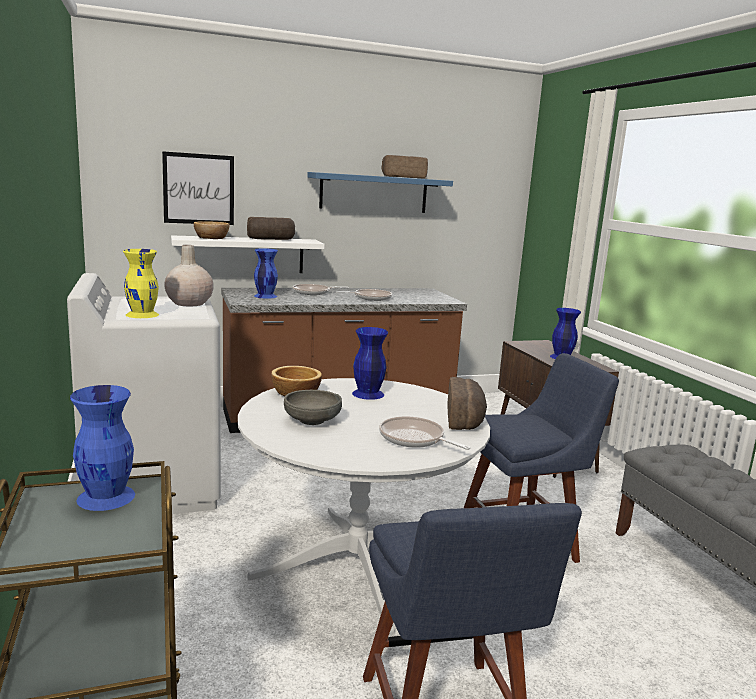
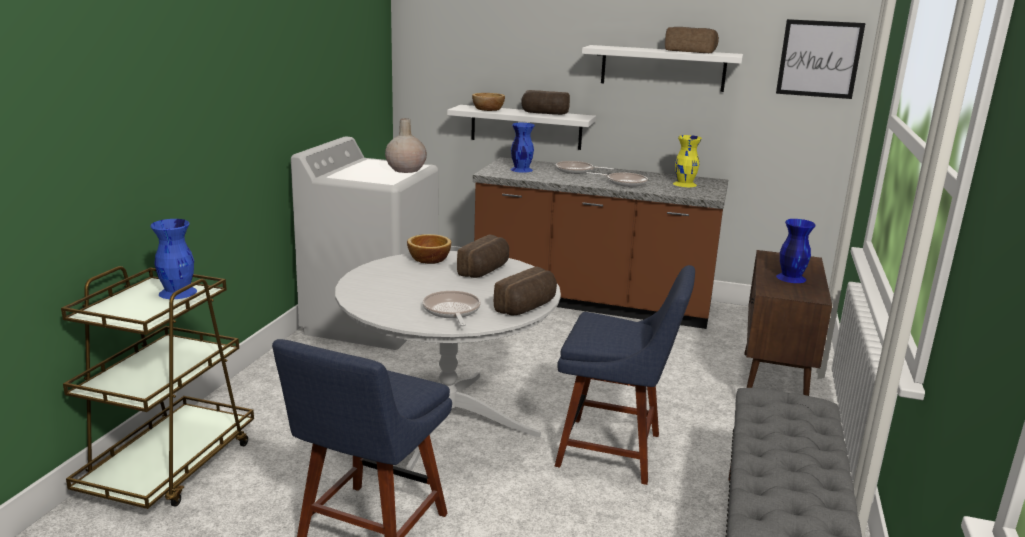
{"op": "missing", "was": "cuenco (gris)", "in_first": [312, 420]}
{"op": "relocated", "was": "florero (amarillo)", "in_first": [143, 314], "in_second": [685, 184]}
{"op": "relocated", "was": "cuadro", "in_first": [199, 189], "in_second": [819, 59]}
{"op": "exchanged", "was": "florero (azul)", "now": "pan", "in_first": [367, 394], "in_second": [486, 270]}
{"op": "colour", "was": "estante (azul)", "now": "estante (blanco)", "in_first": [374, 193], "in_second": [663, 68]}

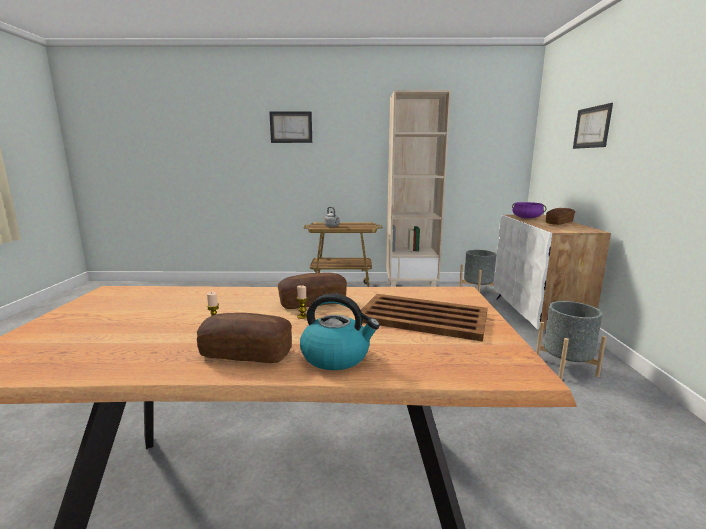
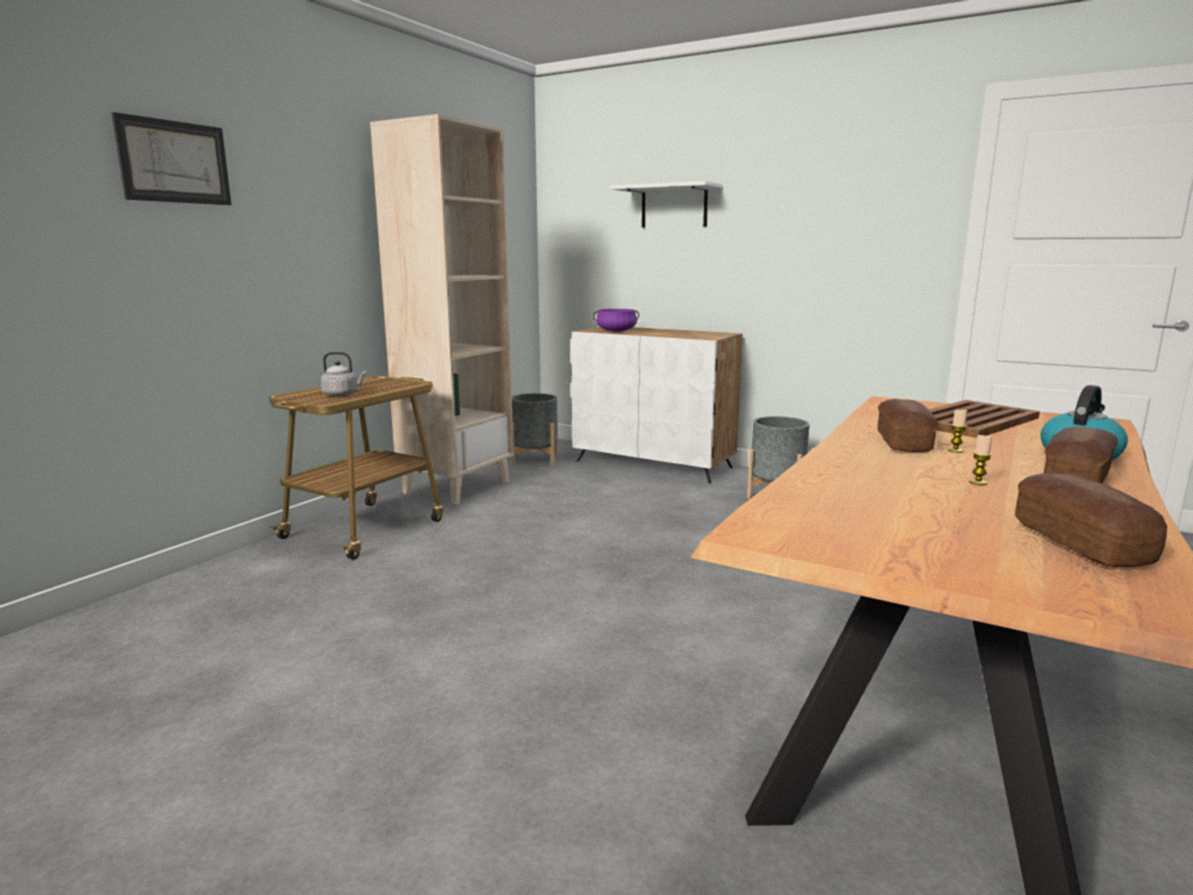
{"op": "relocated", "was": "pan", "in_first": [559, 223], "in_second": [1080, 543]}
{"op": "exchanged", "was": "cuadro", "now": "estante (blanco)", "in_first": [592, 127], "in_second": [674, 206]}

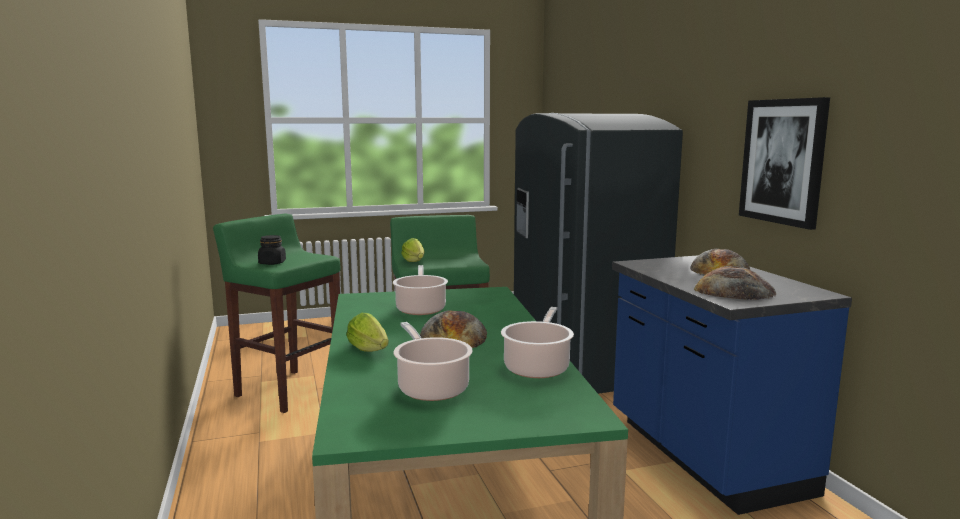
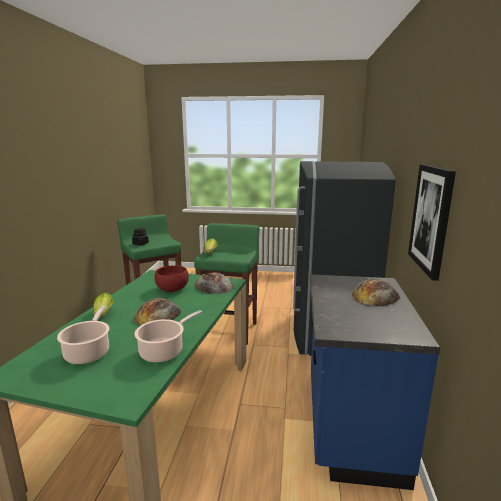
{"op": "relocated", "was": "pan", "in_first": [734, 290], "in_second": [214, 286]}
{"op": "exchanged", "was": "olla", "now": "cuenco (rojo)", "in_first": [421, 308], "in_second": [172, 289]}

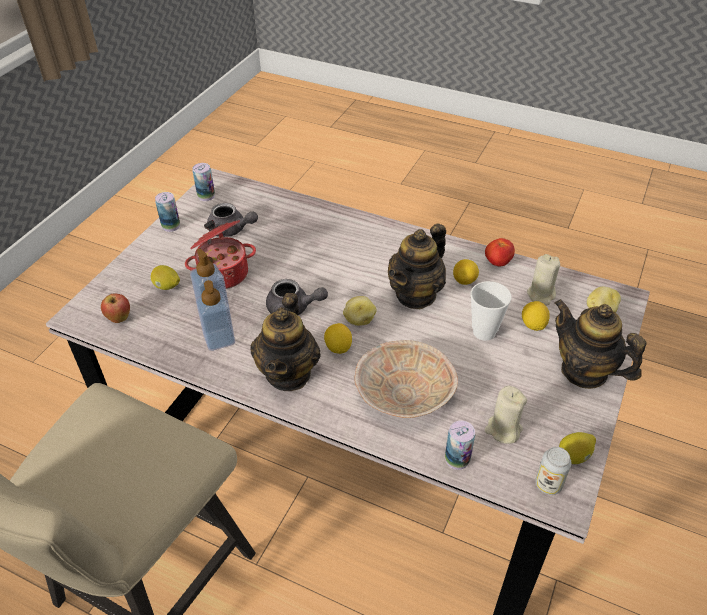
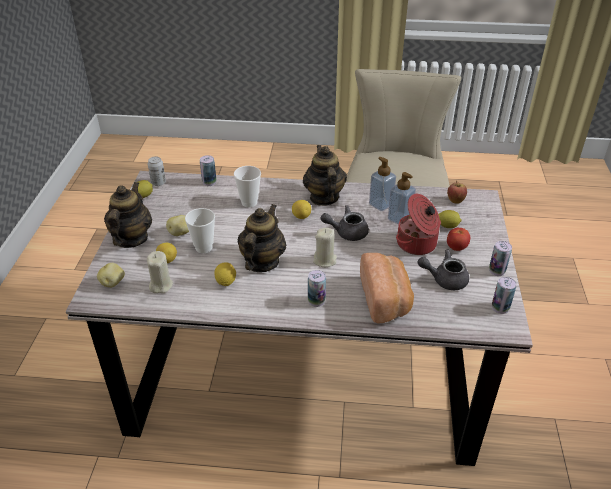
{"op": "appeared", "now": "lata", "in_second": [316, 301]}
{"op": "appeared", "now": "pan", "in_second": [386, 299]}
{"op": "relocated", "was": "patata", "in_first": [359, 320], "in_second": [180, 233]}
{"op": "relocated", "was": "tomate", "in_first": [497, 262], "in_second": [456, 247]}
{"op": "relocated", "was": "vela (beis)", "in_first": [503, 430], "in_second": [325, 260]}
{"op": "exchanged", "was": "cuenco (beis)", "now": "taza", "in_first": [403, 394], "in_second": [249, 202]}
{"op": "spun", "was": "tetera", "in_first": [584, 371], "in_second": [131, 239], "clockwise": -105}

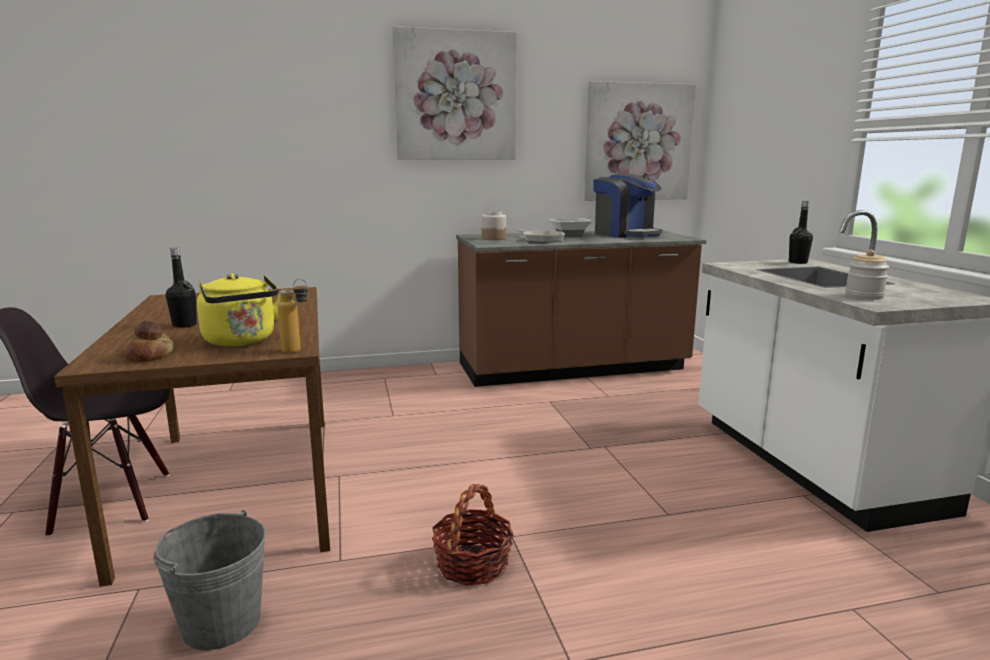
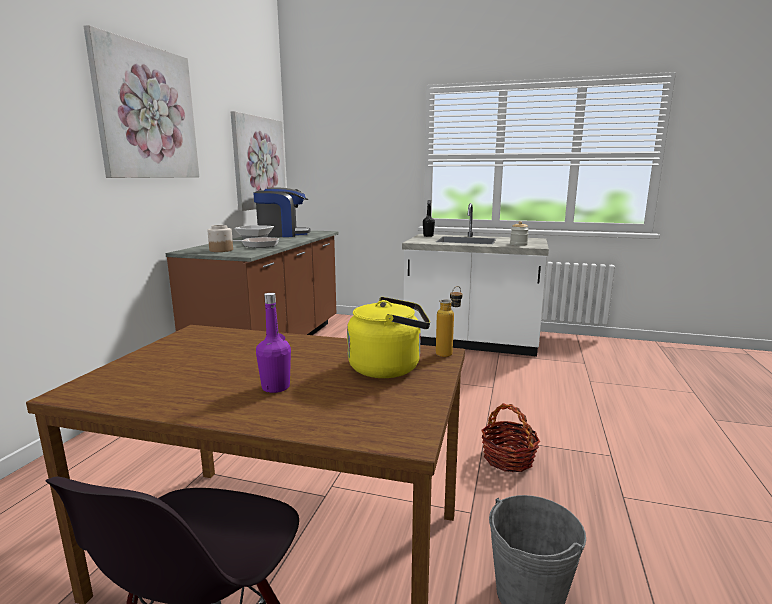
{"op": "missing", "was": "pan", "in_first": [149, 356]}
{"op": "colour", "was": "botella (negro)", "now": "botella (morado)", "in_first": [184, 325], "in_second": [275, 387]}

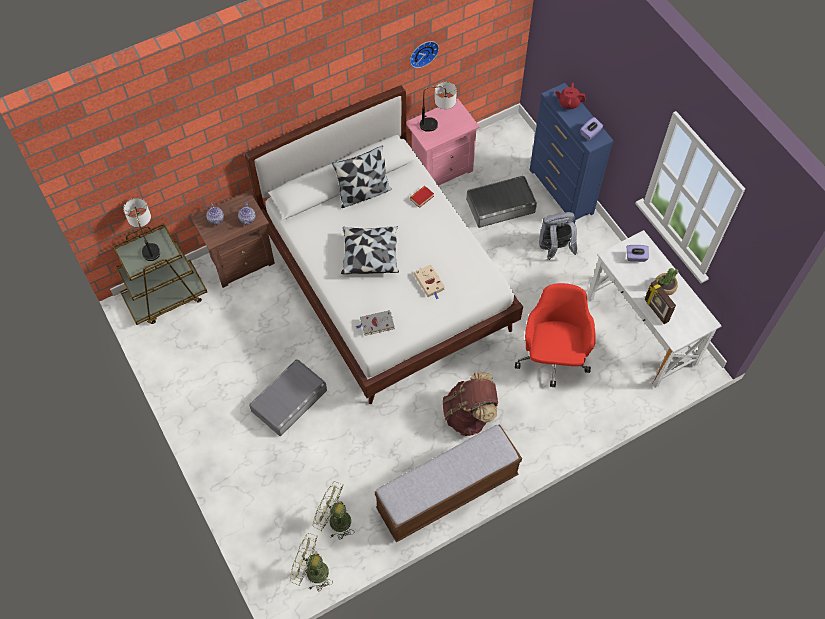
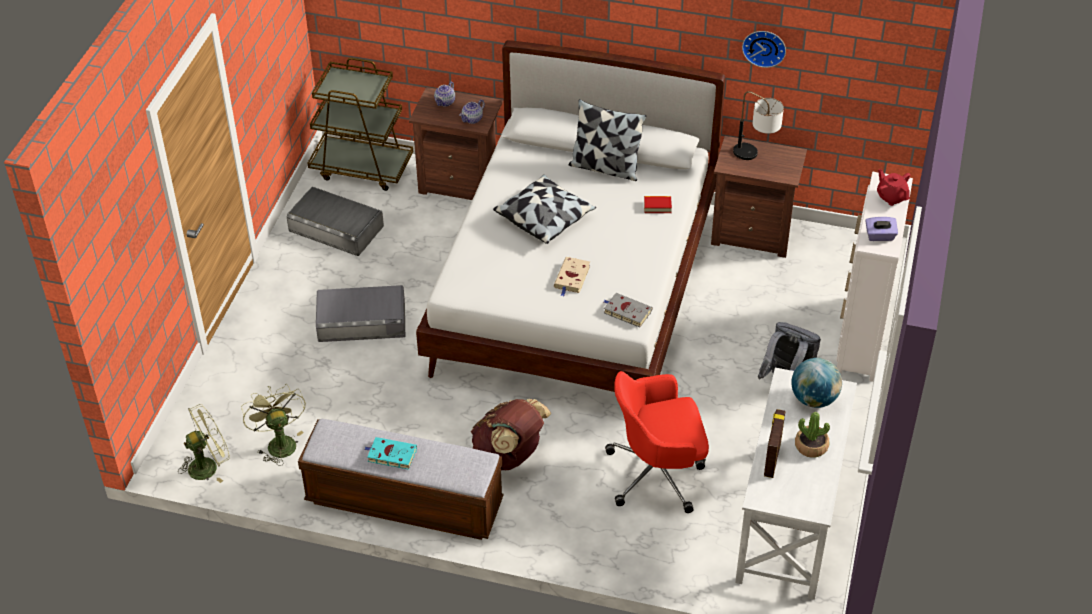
{"op": "missing", "was": "lámpara de mesa", "in_first": [149, 244]}
{"op": "appeared", "now": "libro (turquesa)", "in_second": [390, 455]}
{"op": "relocated", "was": "libro (gris)", "in_first": [376, 324], "in_second": [626, 311]}
{"op": "relocated", "was": "caja de almacenaje (gris)", "in_first": [500, 206], "in_second": [336, 228]}
{"op": "exchanged", "was": "caja de pañuelos (morado)", "now": "globo terráqueo", "in_first": [636, 257], "in_second": [814, 399]}
{"op": "colour", "was": "mesita de noche (rosa)", "now": "mesita de noche (marrón)", "in_first": [440, 169], "in_second": [753, 234]}
{"op": "colour", "was": "cómoda (azul)", "now": "cómoda (blanco)", "in_first": [561, 192], "in_second": [862, 338]}
{"op": "spun", "was": "ventilador (verde)", "in_first": [312, 571], "in_second": [208, 465], "clockwise": 90}
{"op": "spun", "was": "silla de oficina (rojo)", "in_first": [552, 358], "in_second": [658, 473], "clockwise": -150}

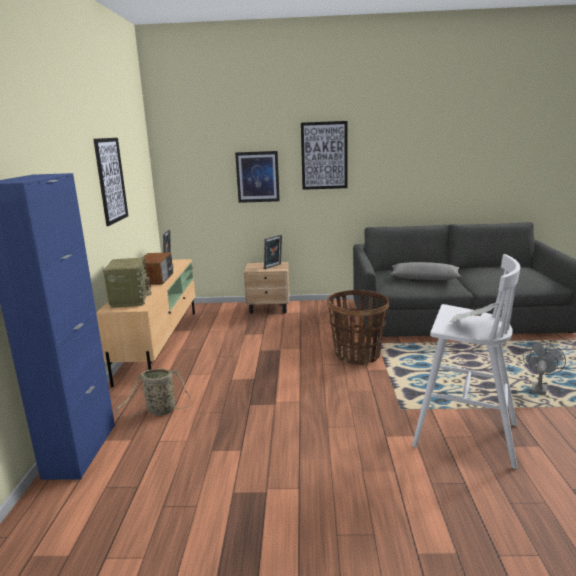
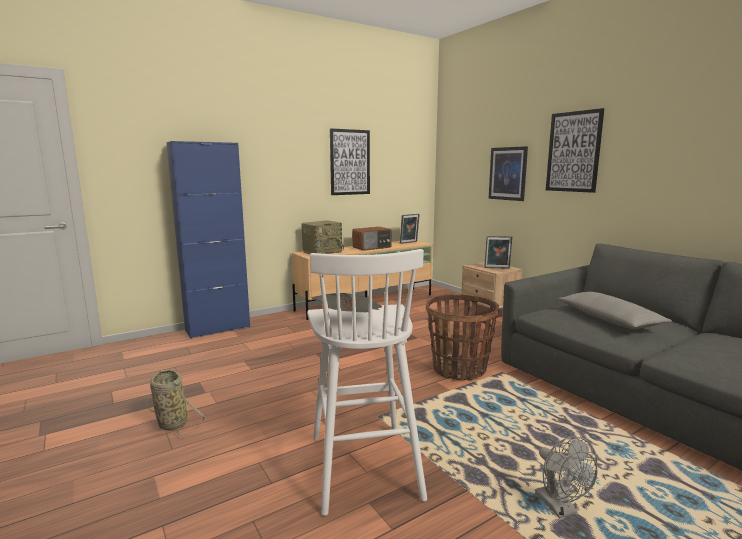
{"op": "relocated", "was": "cesta", "in_first": [159, 411], "in_second": [171, 423]}
{"op": "spun", "was": "ventilador (gris)", "in_first": [539, 387], "in_second": [560, 508], "clockwise": 75}

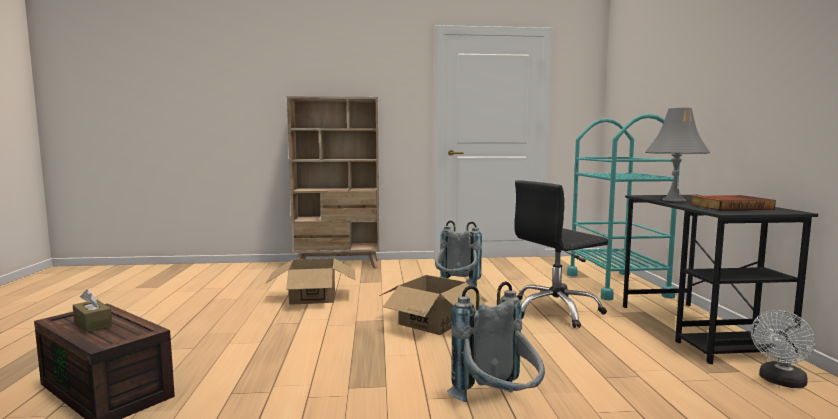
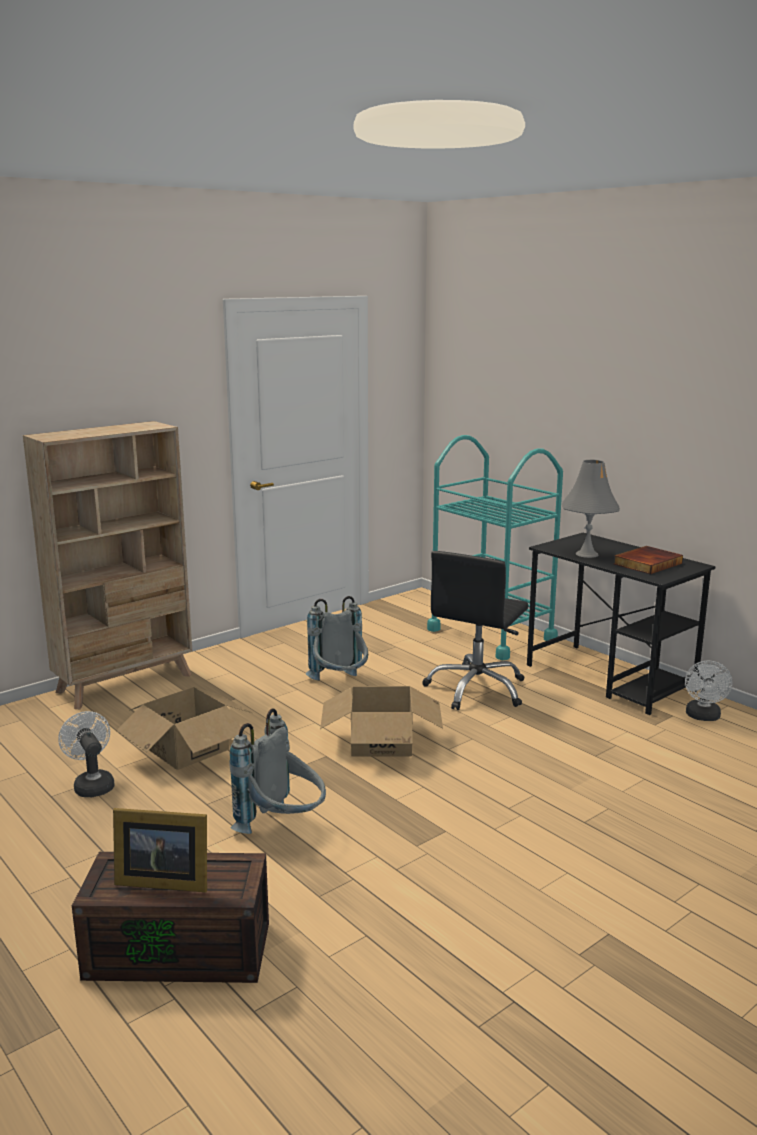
{"op": "appeared", "now": "ventilador (blanco)", "in_second": [92, 785]}
{"op": "relocated", "was": "mochila (gris)", "in_first": [499, 408], "in_second": [283, 828]}
{"op": "exchanged", "was": "caja de pañuelos (marrón)", "now": "portarretratos", "in_first": [93, 324], "in_second": [161, 880]}

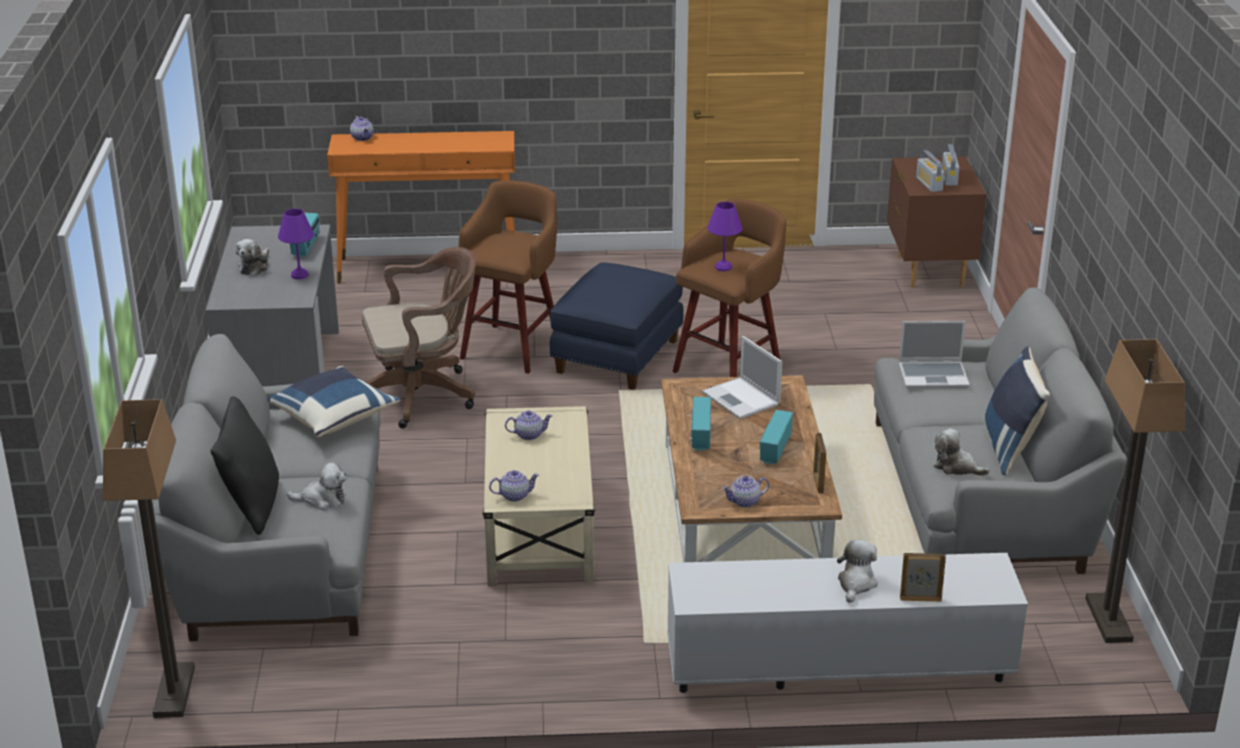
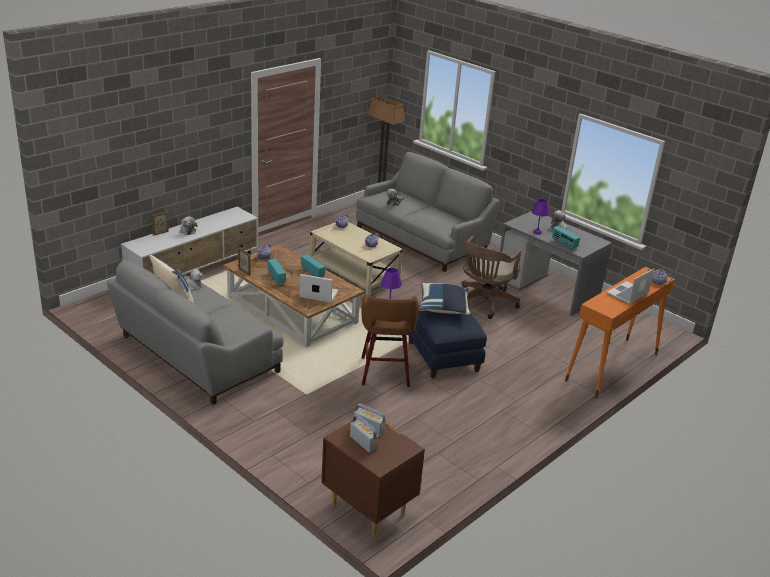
{"op": "missing", "was": "cojín (negro)", "in_first": [251, 506]}
{"op": "missing", "was": "taburete (marrón)", "in_first": [513, 347]}
{"op": "missing", "was": "lámpara de pie", "in_first": [1109, 620]}
{"op": "relocated", "was": "cojín (azul)", "in_first": [333, 418], "in_second": [443, 308]}
{"op": "relocated", "was": "portátil", "in_first": [934, 376], "in_second": [627, 294]}

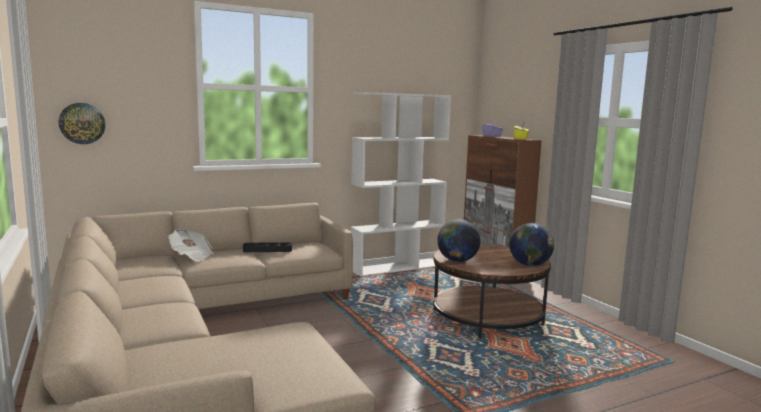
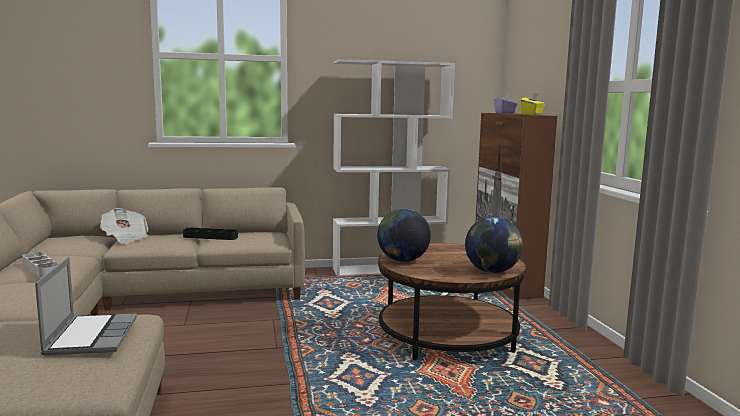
{"op": "missing", "was": "reloj de pared", "in_first": [82, 123]}
{"op": "appeared", "now": "bandeja (gris)", "in_second": [41, 268]}
{"op": "appeared", "now": "portátil", "in_second": [91, 336]}

